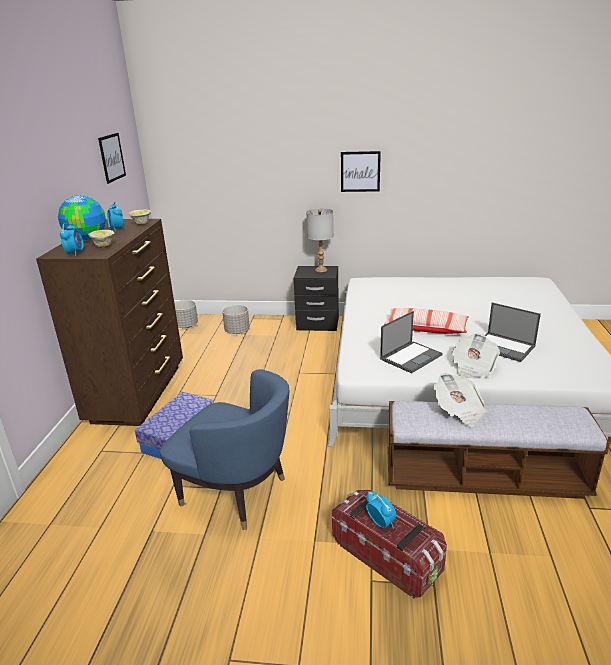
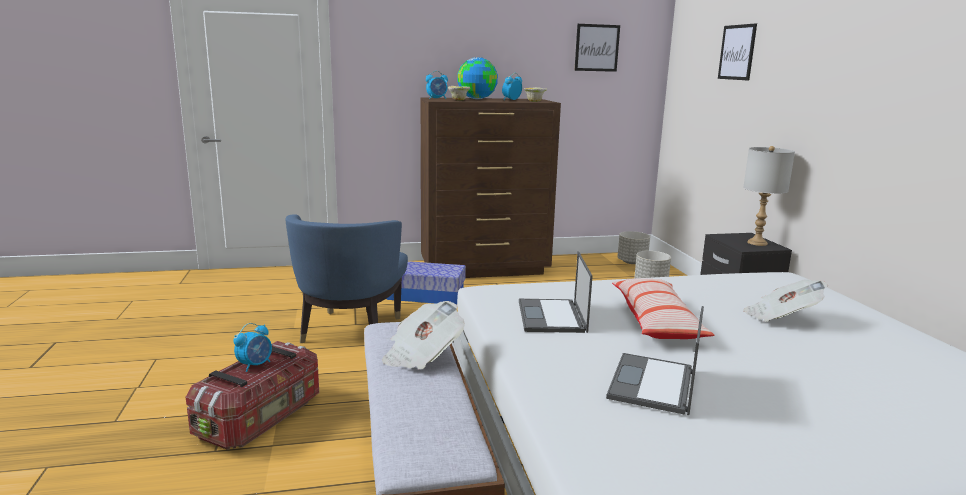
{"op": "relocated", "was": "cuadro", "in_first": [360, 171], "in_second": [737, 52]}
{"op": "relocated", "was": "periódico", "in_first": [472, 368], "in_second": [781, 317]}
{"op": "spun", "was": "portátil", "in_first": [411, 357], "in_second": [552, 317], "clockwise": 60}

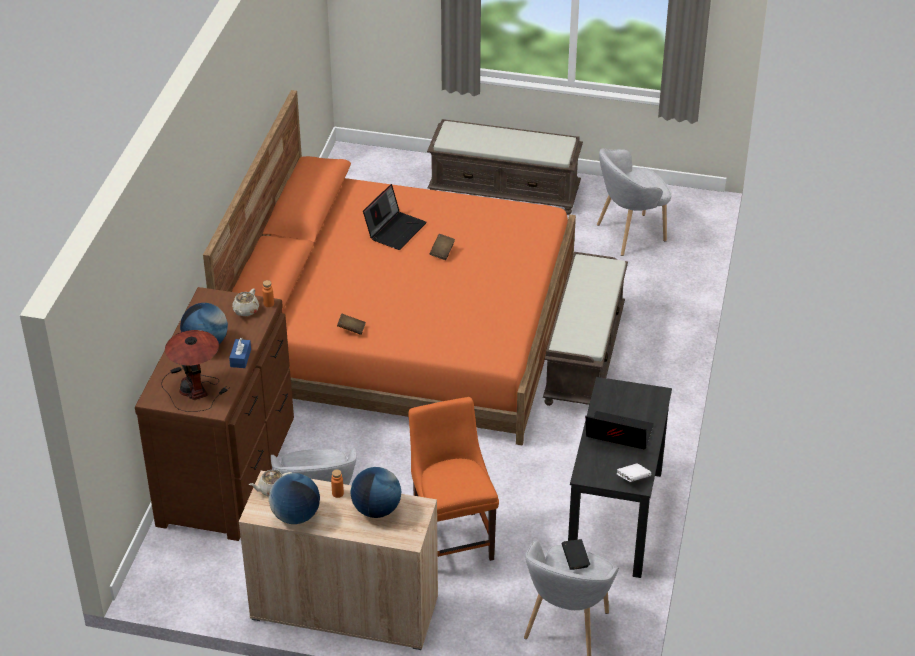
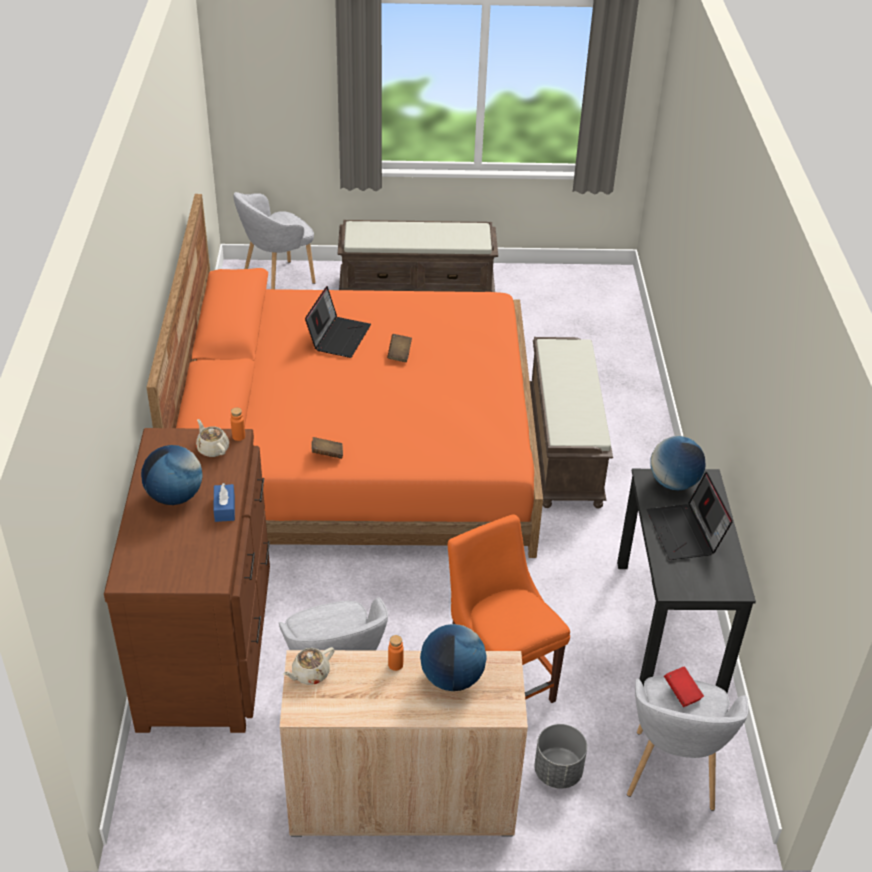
{"op": "missing", "was": "lámpara de mesa", "in_first": [193, 388]}
{"op": "missing", "was": "libro (blanco)", "in_first": [633, 478]}
{"op": "appeared", "now": "maceta (gris)", "in_second": [558, 772]}
{"op": "relocated", "was": "globo terráqueo", "in_first": [295, 516], "in_second": [673, 483]}
{"op": "relocated", "was": "sillón (gris)", "in_first": [629, 234], "in_second": [277, 281]}
{"op": "colour", "was": "libro (negro)", "now": "libro (rojo)", "in_first": [575, 560], "in_second": [682, 693]}
{"op": "spun", "was": "tetera (beis)", "in_first": [245, 311], "in_second": [212, 449], "clockwise": 135}
{"op": "spun", "was": "portátil", "in_first": [617, 435], "in_second": [686, 533], "clockwise": -105}

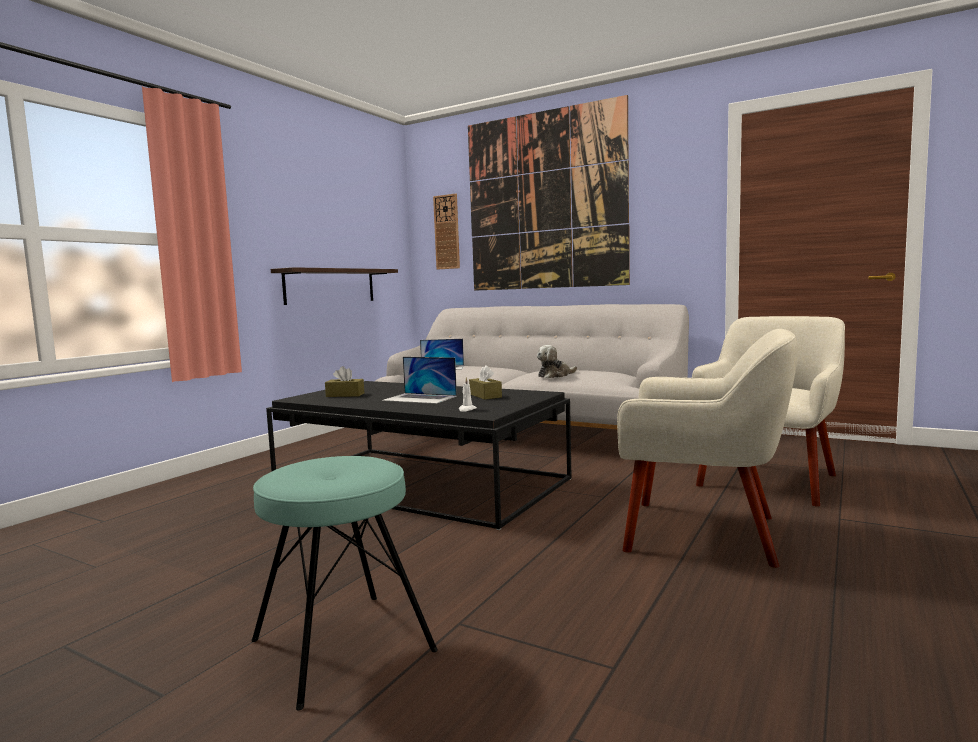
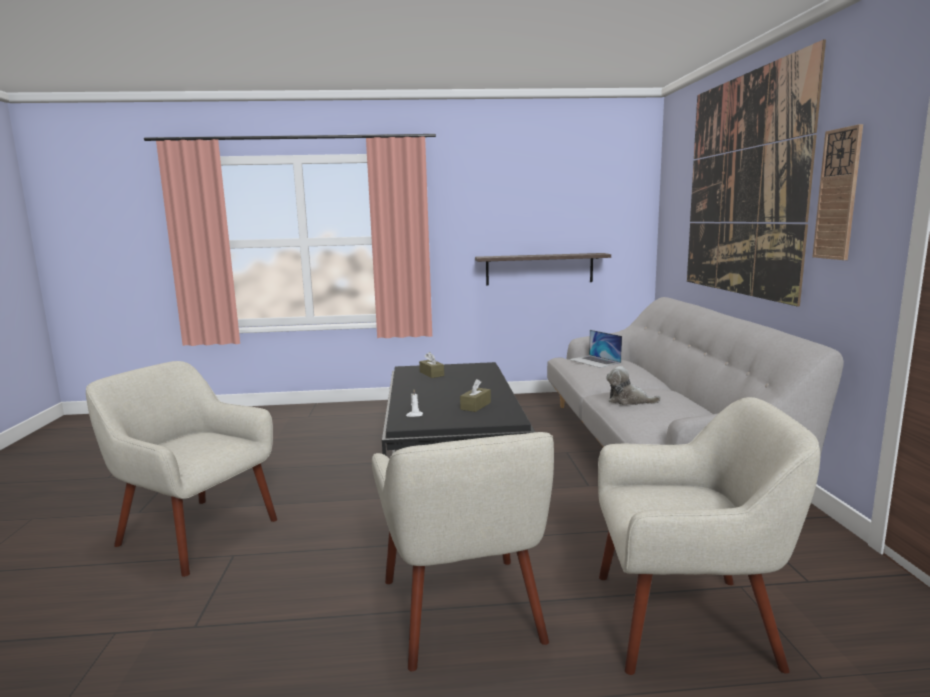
{"op": "missing", "was": "portátil", "in_first": [420, 398]}
{"op": "relocated", "was": "reloj de pared", "in_first": [447, 232], "in_second": [838, 194]}
{"op": "exchanged", "was": "taburete (turquesa)", "now": "sillón (beis)", "in_first": [342, 645], "in_second": [195, 532]}

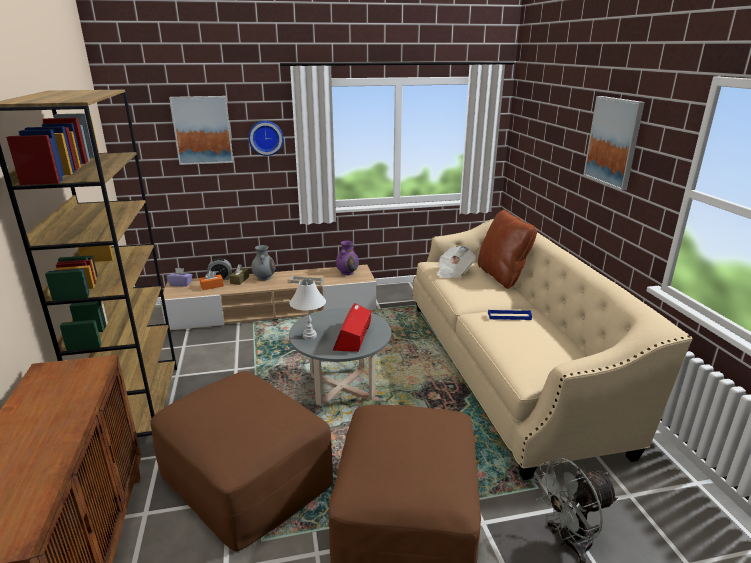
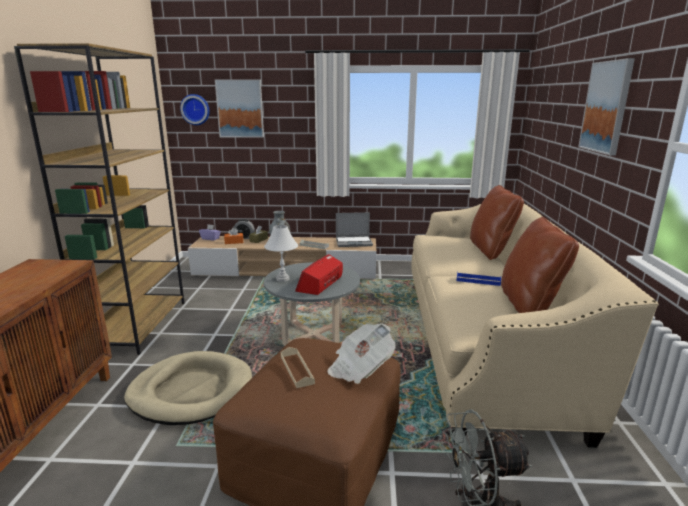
{"op": "appeared", "now": "bandeja (beis)", "in_second": [297, 370]}
{"op": "appeared", "now": "cojín (marrón)", "in_second": [529, 306]}
{"op": "relocated", "was": "reloj de pared", "in_first": [266, 137], "in_second": [195, 109]}
{"op": "relocated", "was": "periódico", "in_first": [453, 272], "in_second": [360, 368]}
{"op": "exchanged", "was": "puf (marrón)", "now": "cama para perro (beis)", "in_first": [245, 476], "in_second": [191, 391]}
{"op": "exchanged", "was": "florero (morado)", "now": "portátil", "in_first": [347, 272], "in_second": [354, 242]}

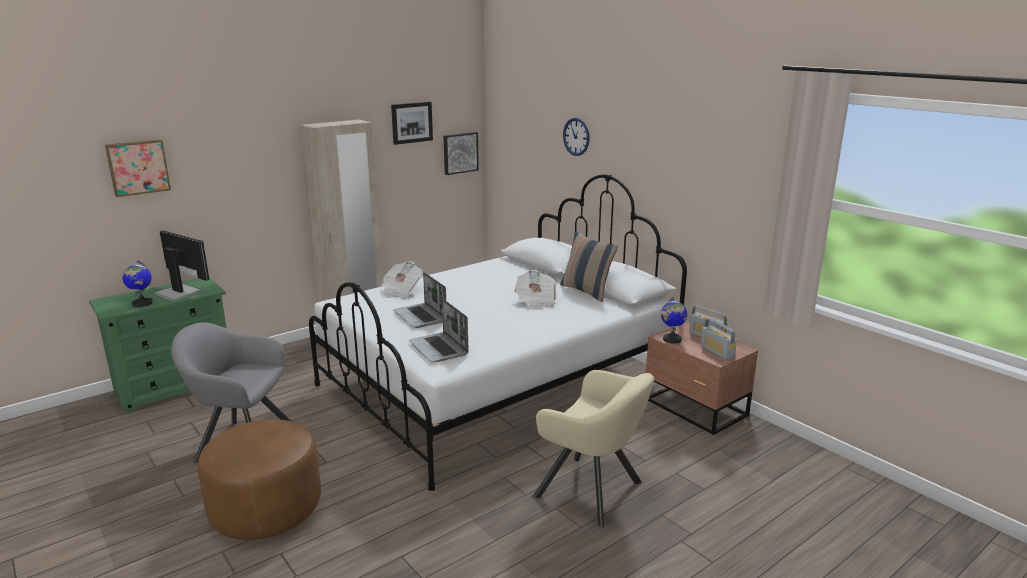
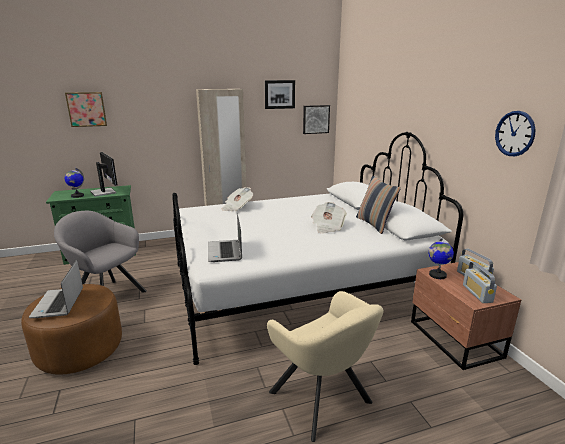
{"op": "relocated", "was": "portátil", "in_first": [421, 317], "in_second": [59, 304]}
{"op": "relocated", "was": "reloj de pared", "in_first": [576, 136], "in_second": [514, 133]}

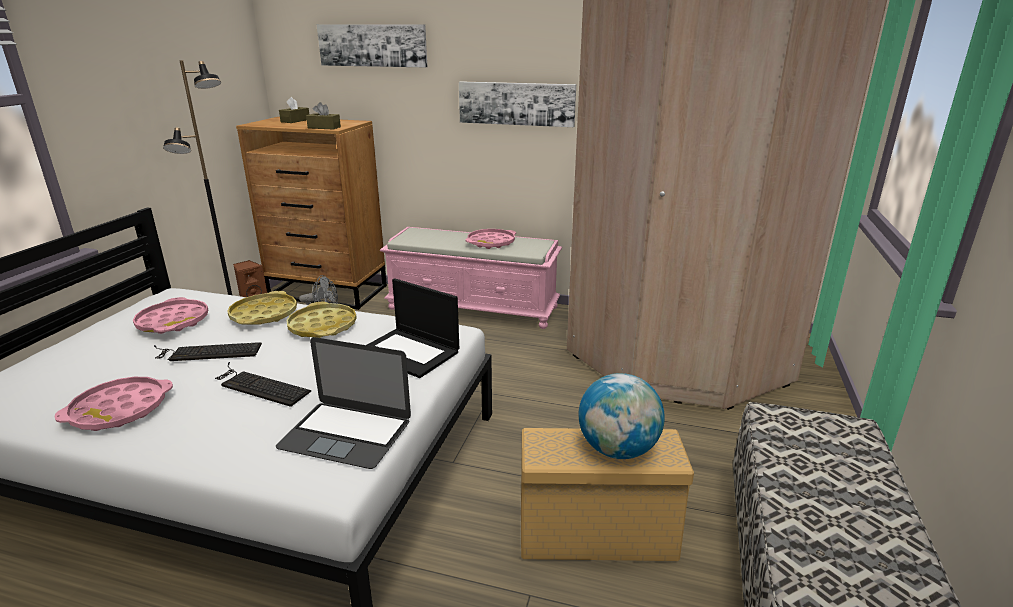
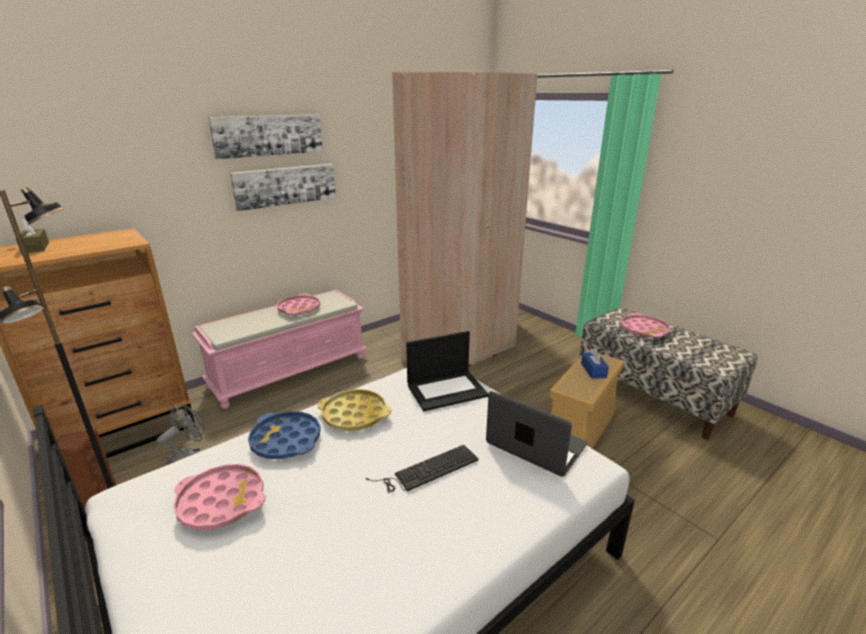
{"op": "missing", "was": "teclado", "in_first": [206, 352]}
{"op": "missing", "was": "caja de pañuelos (marrón)", "in_first": [324, 127]}
{"op": "relocated", "was": "bandeja (rosa)", "in_first": [119, 410], "in_second": [644, 330]}
{"op": "relocated", "was": "cuadro", "in_first": [372, 45], "in_second": [268, 135]}
{"op": "exchanged", "was": "globo terráqueo", "now": "caja de pañuelos (azul)", "in_first": [617, 449], "in_second": [593, 370]}
{"op": "colour", "was": "bandeja (amarillo)", "now": "bandeja (azul)", "in_first": [264, 315], "in_second": [286, 440]}
{"op": "spun", "was": "portátil", "in_first": [346, 434], "in_second": [536, 444], "clockwise": -105}

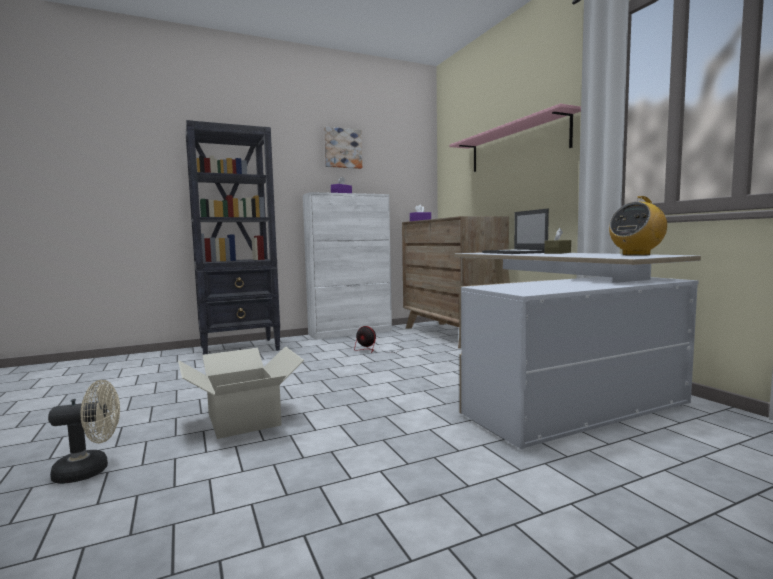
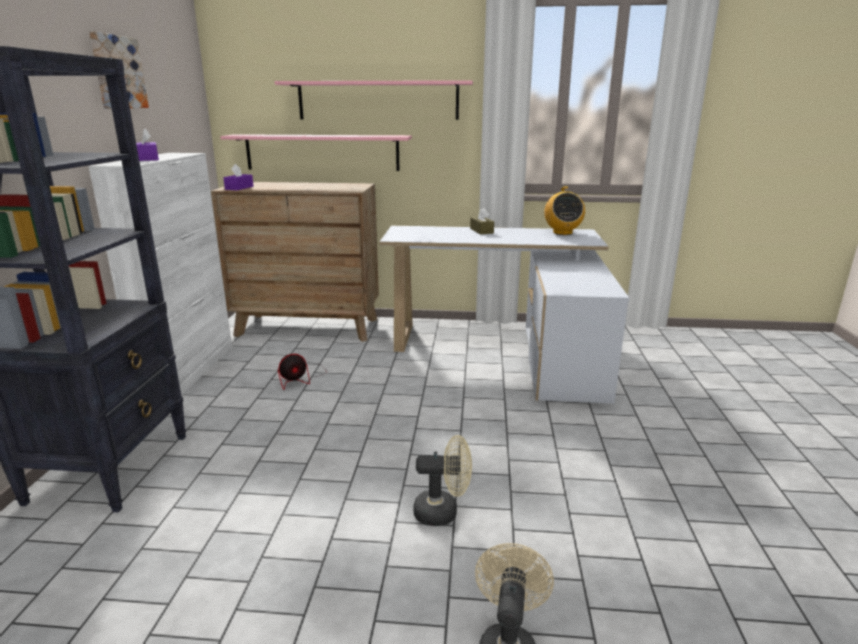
{"op": "missing", "was": "portátil", "in_first": [514, 253]}
{"op": "appeared", "now": "estante (rosa)", "in_second": [322, 152]}
{"op": "exchanged", "was": "caja de cartón", "now": "ventilador (beis)", "in_first": [244, 419], "in_second": [443, 512]}

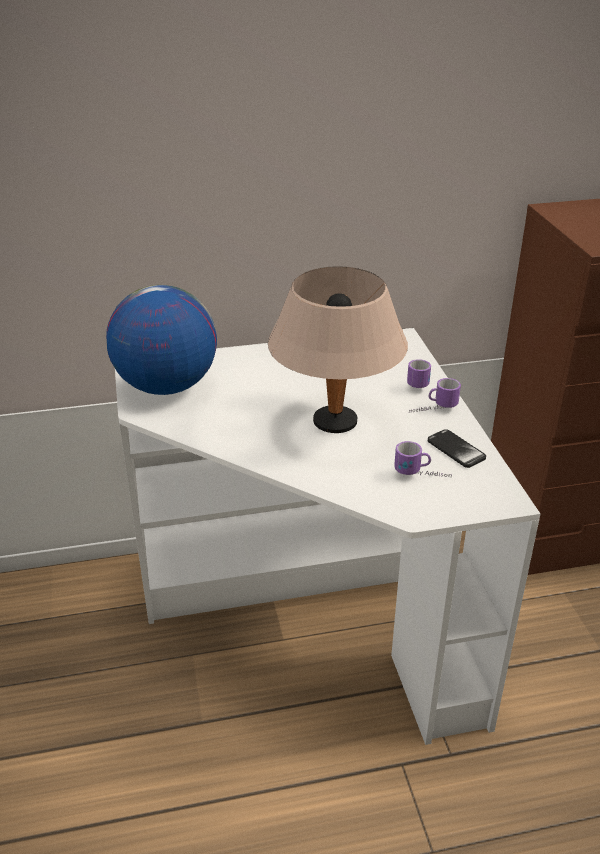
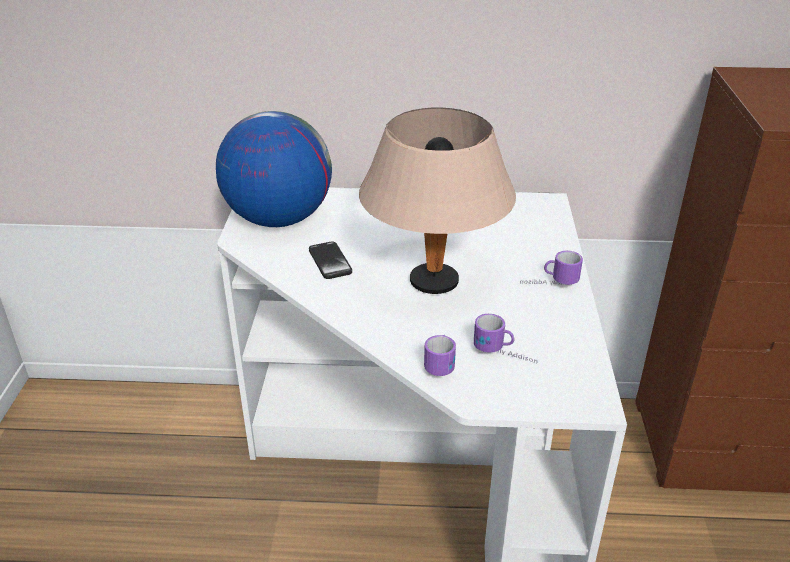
{"op": "relocated", "was": "taza grande", "in_first": [415, 381], "in_second": [442, 362]}
{"op": "relocated", "was": "móvil", "in_first": [456, 450], "in_second": [330, 261]}

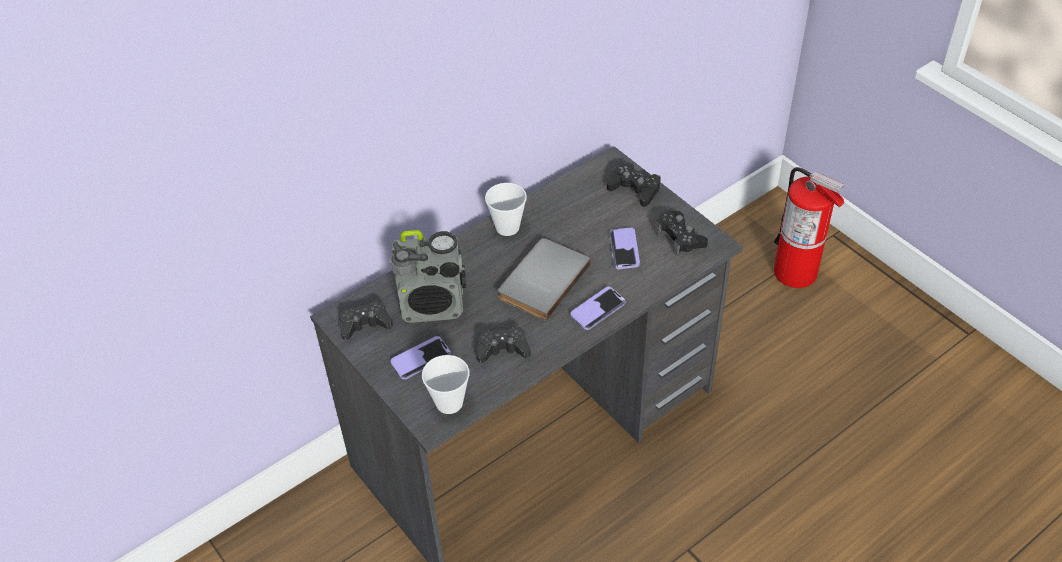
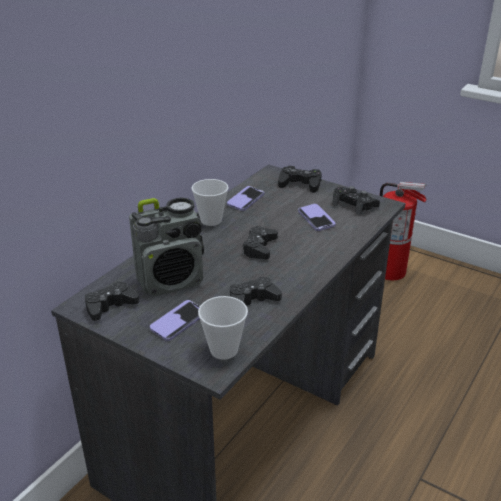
{"op": "relocated", "was": "móvil", "in_first": [598, 309], "in_second": [245, 199]}
{"op": "exchanged", "was": "libro (gris)", "now": "mando de consola (negro)", "in_first": [541, 280], "in_second": [259, 248]}

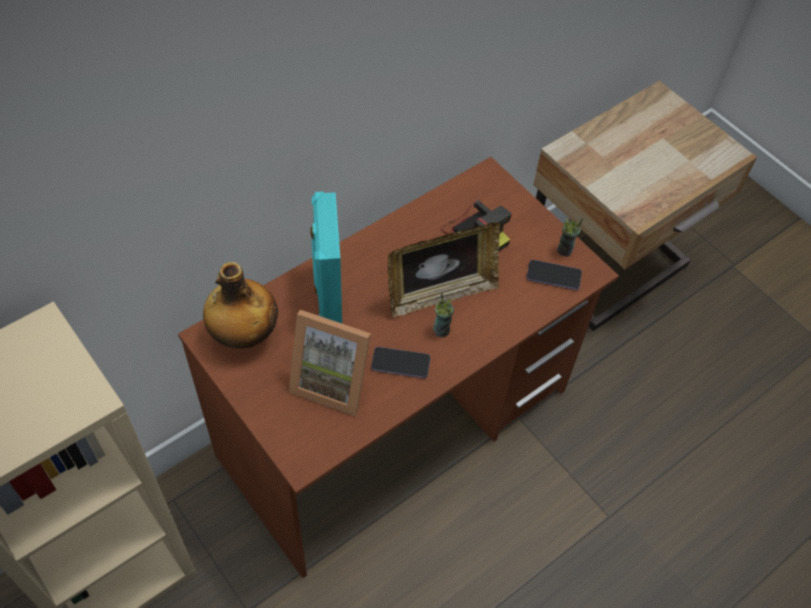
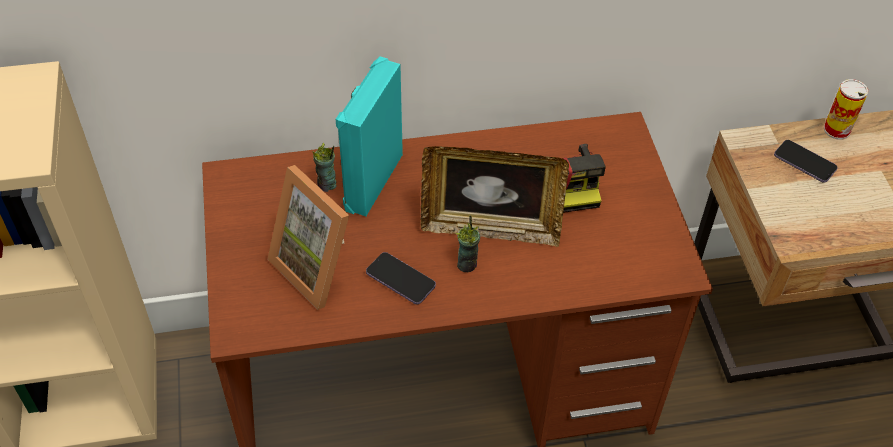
{"op": "missing", "was": "botella", "in_first": [244, 335]}
{"op": "appeared", "now": "lata", "in_second": [836, 130]}
{"op": "relocated", "was": "móvil", "in_first": [553, 276], "in_second": [804, 162]}
{"op": "relocated", "was": "taza", "in_first": [565, 250], "in_second": [327, 185]}

